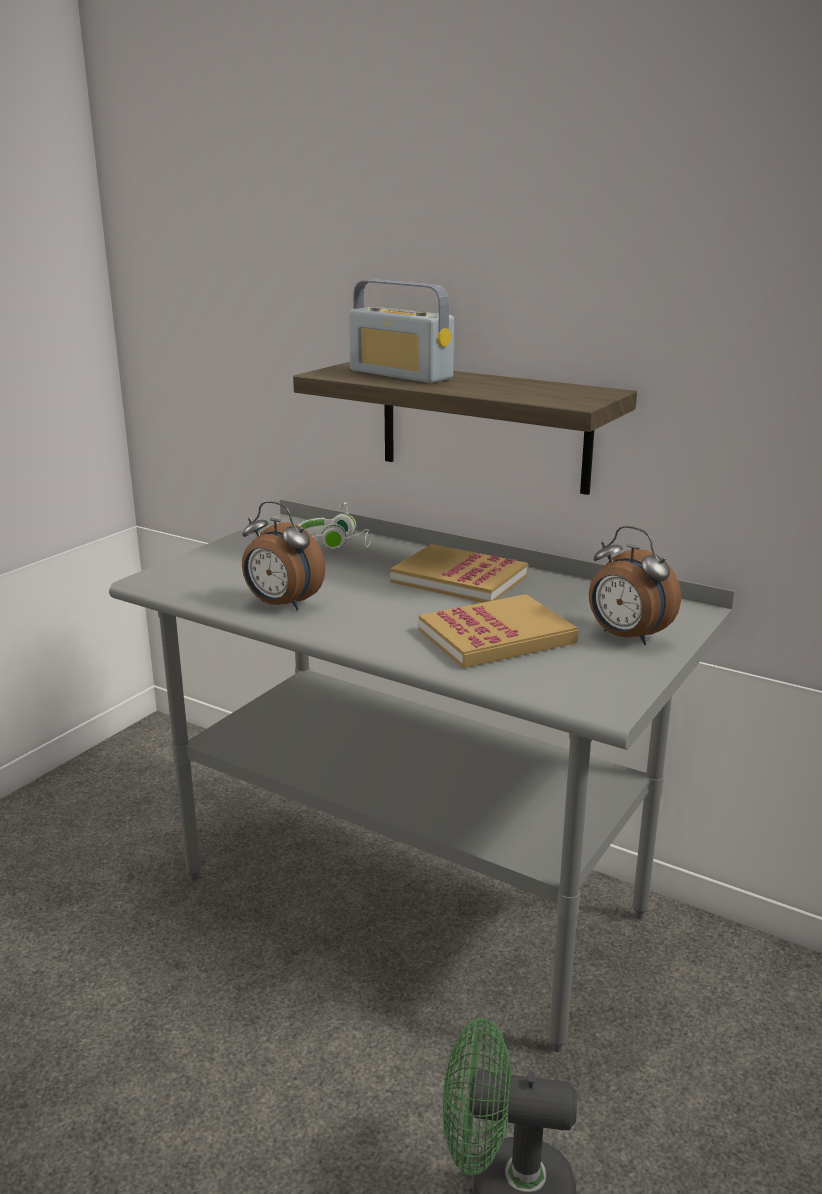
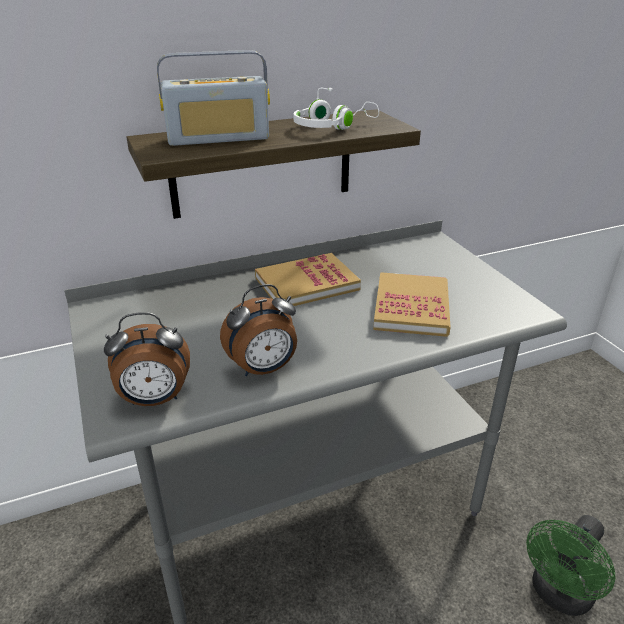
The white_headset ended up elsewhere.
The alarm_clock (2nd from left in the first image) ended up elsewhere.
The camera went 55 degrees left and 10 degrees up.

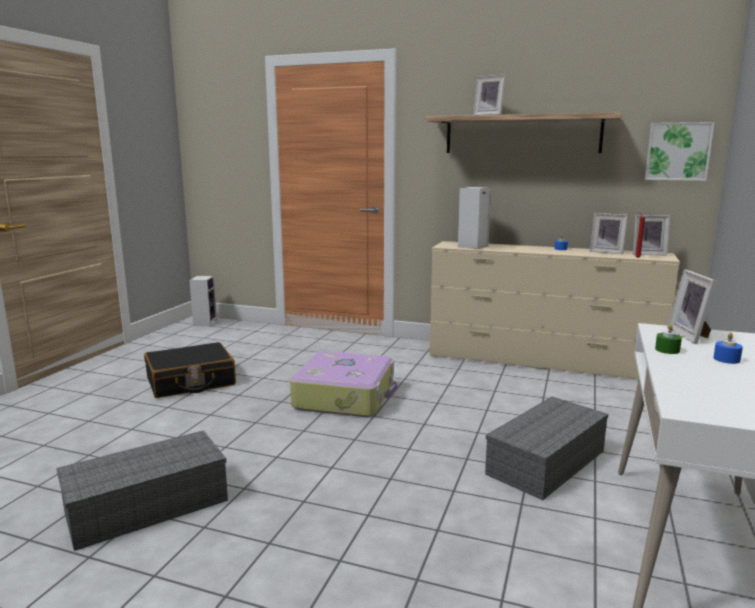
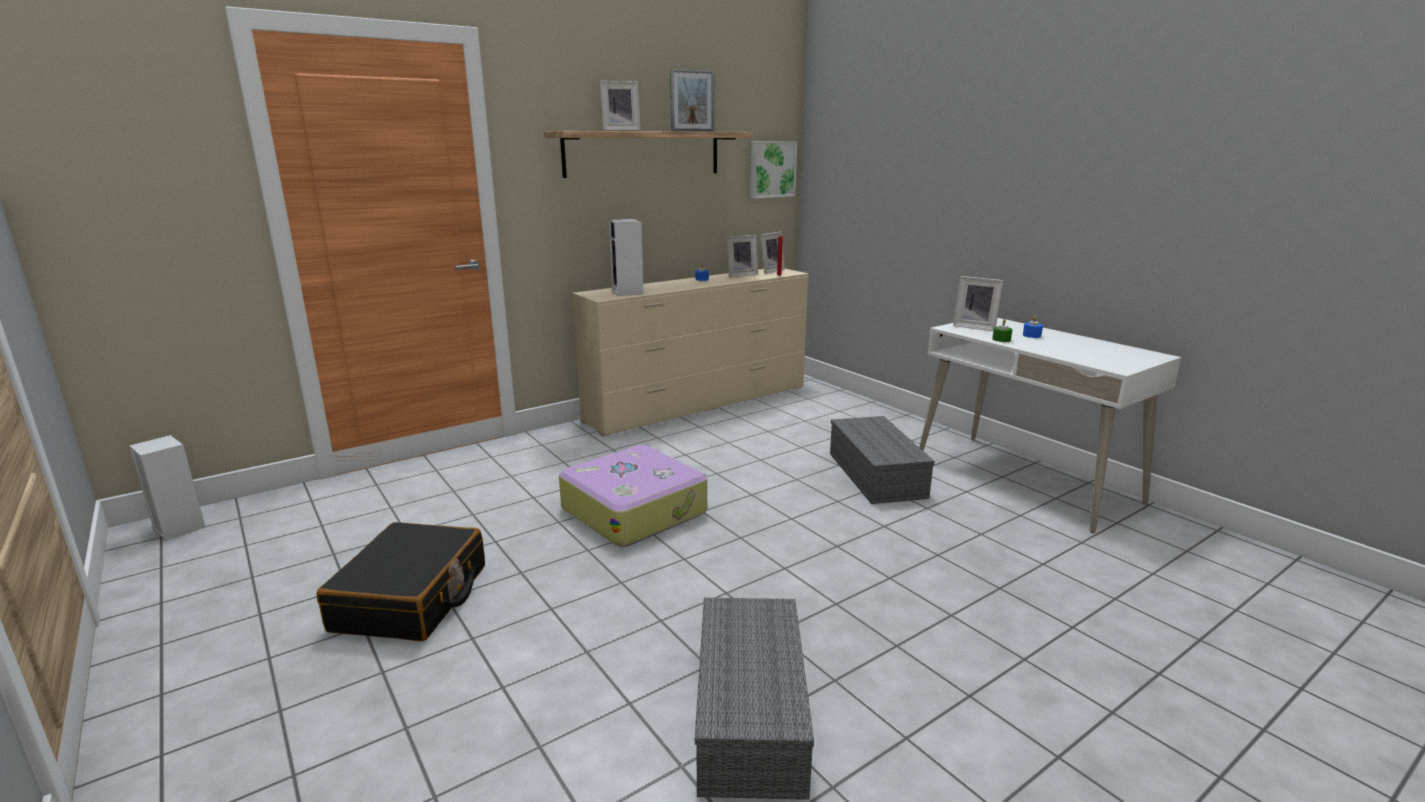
The second view gained the standing_frame (2nd from left).
The camera went 55 degrees left and 5 degrees up.

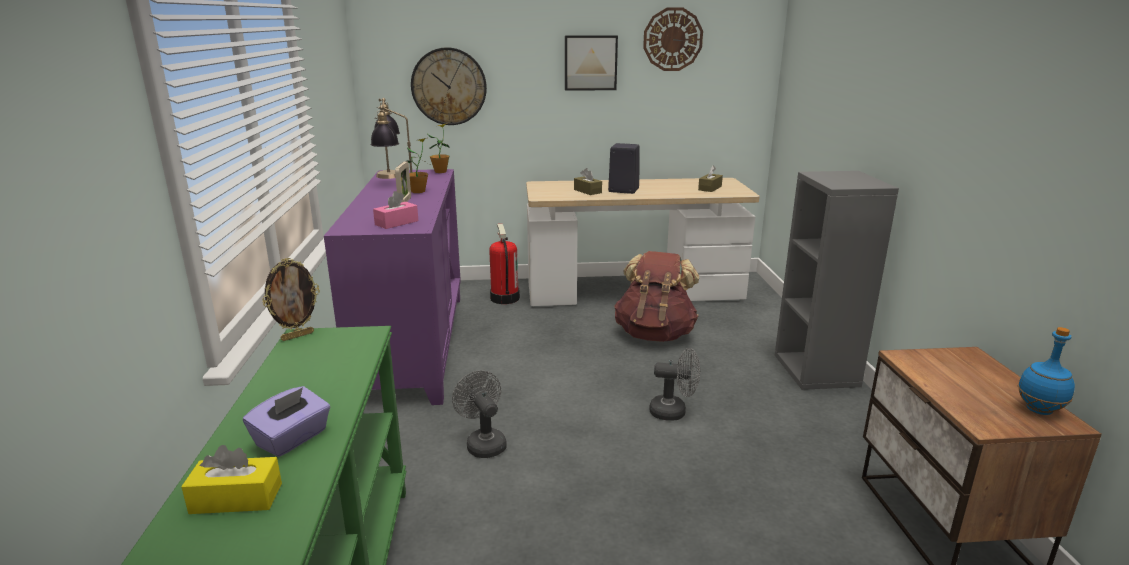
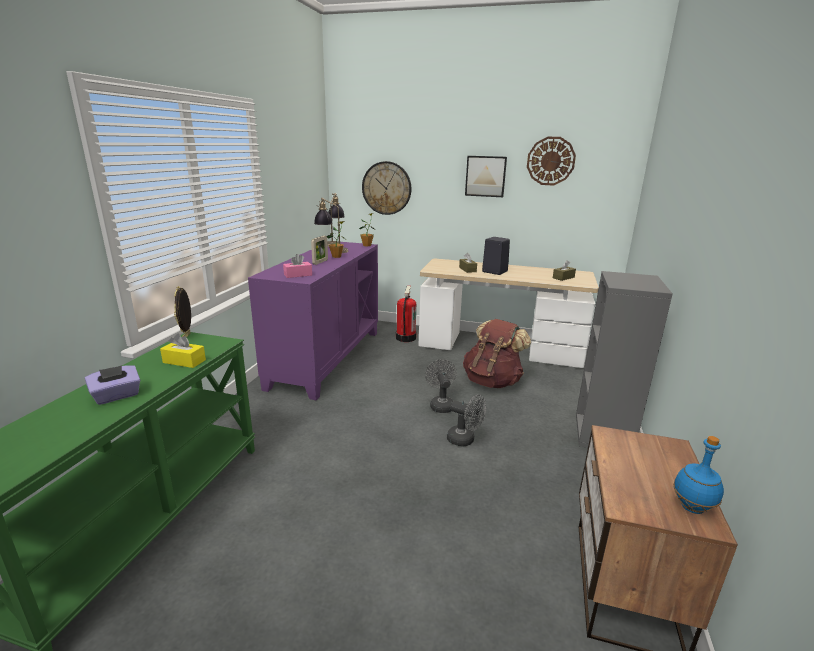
The yellow_box_of_tissues ended up elsewhere.
The standing_frame (1st from left) ended up facing another way, 105 degrees clockwise from before.
The grey_cooling_fan (1st from left) ended up elsewhere.
The camera went 20 degrees right and 0 degrees up.

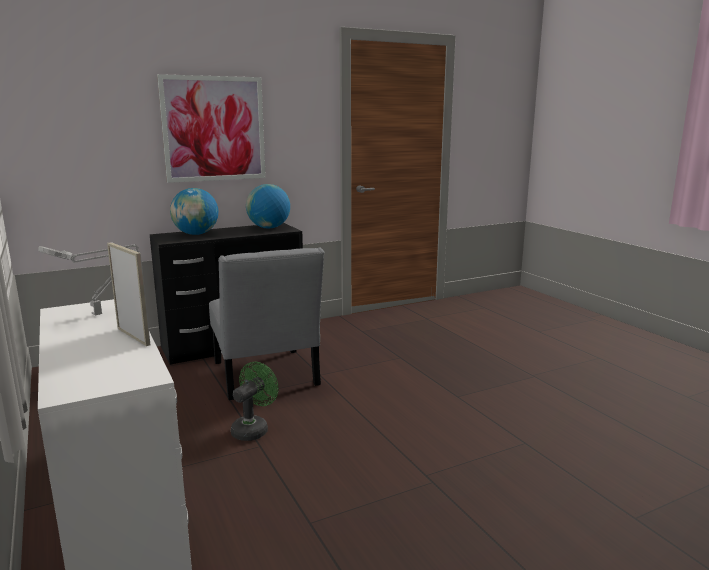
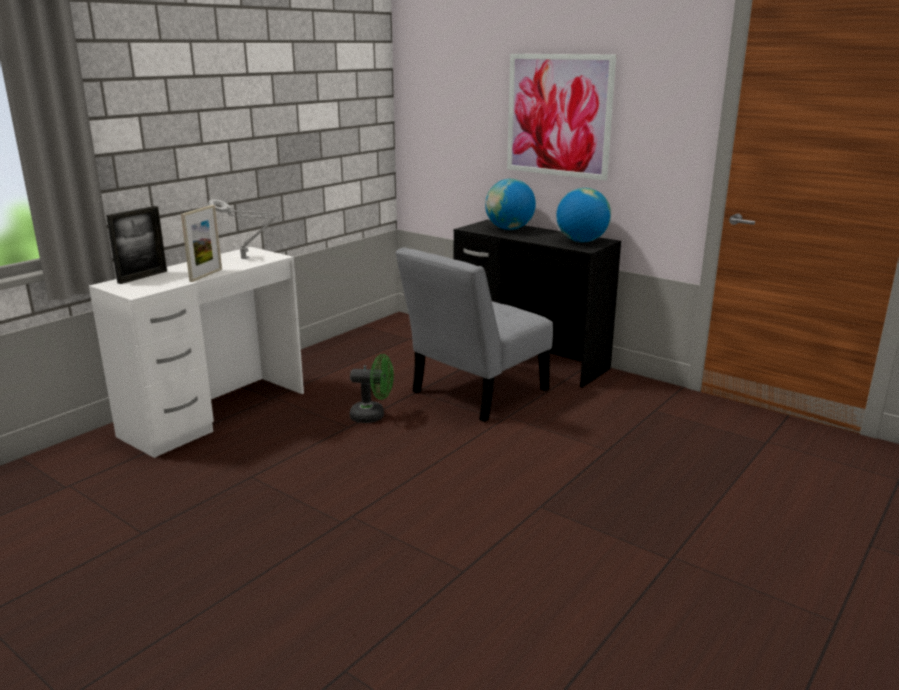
The second view gained the standing_frame (1st from left).
The camera went 65 degrees right and 5 degrees up.

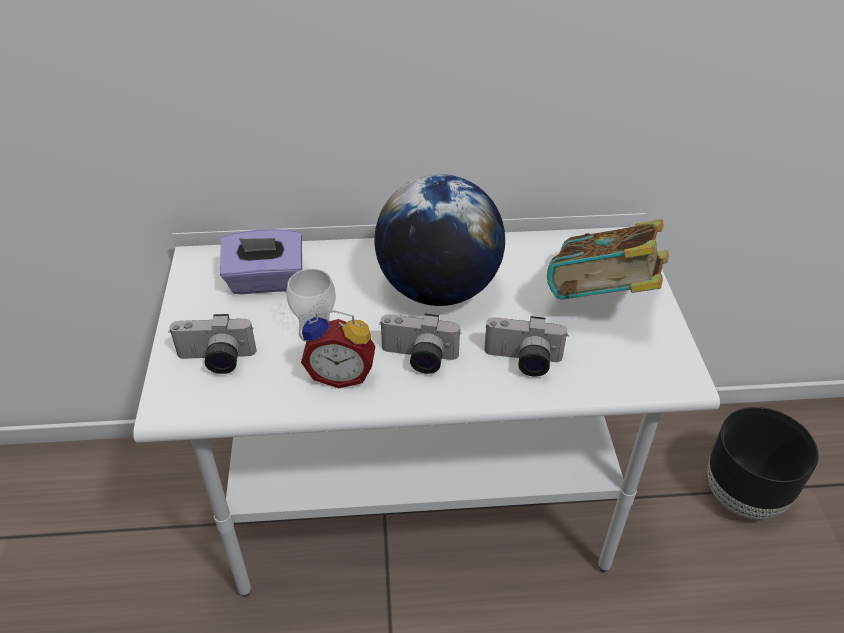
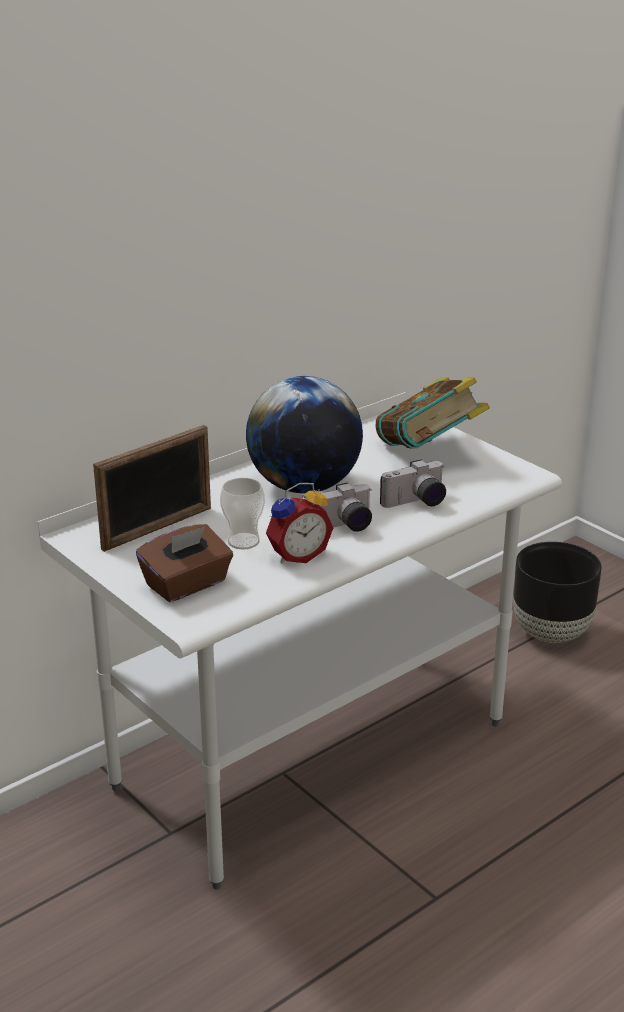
Where the still_camera (1st from left) stood, the brownish_box_of_tissues came to stand.
Where the purple_box_of_tissues stood, the standing_frame came to stand.
The camera went 35 degrees left and 15 degrees down.

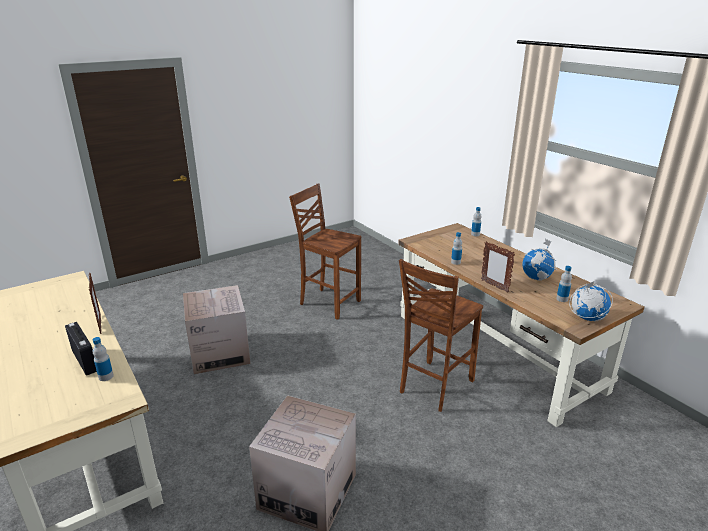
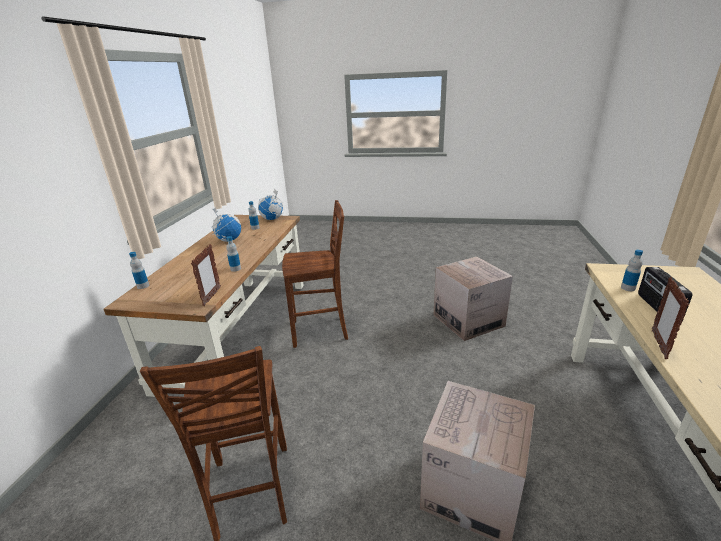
The standing_frame (2nd from left in the first image) ended up elsewhere.
The camera went 135 degrees left and 0 degrees up.

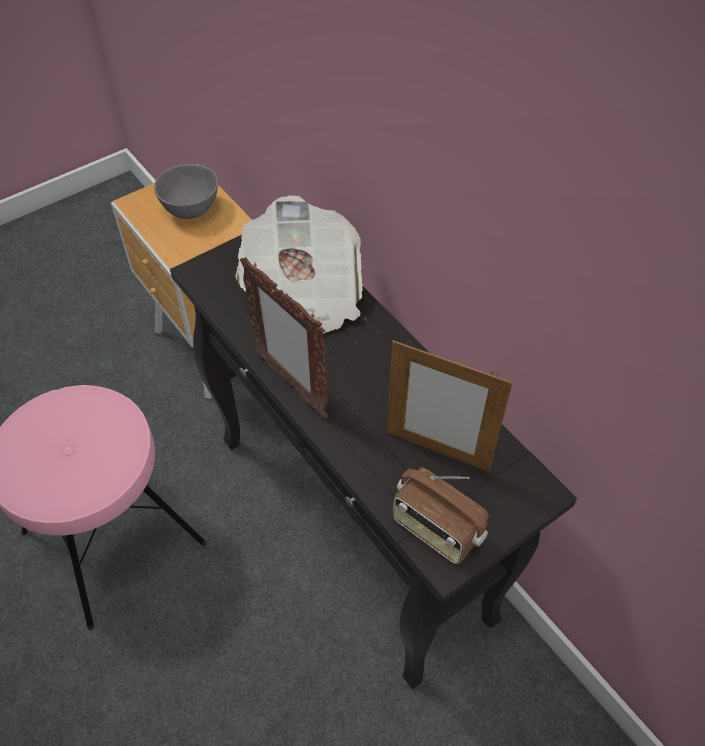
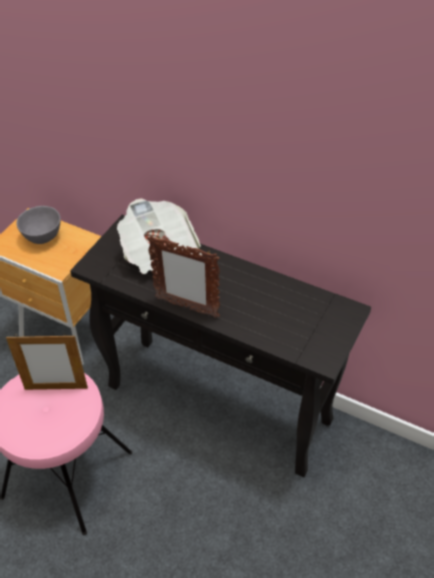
The standing_frame (2nd from left in the first image) ended up elsewhere.
The second view lost the radio.
The camera went 25 degrees left and 5 degrees down.

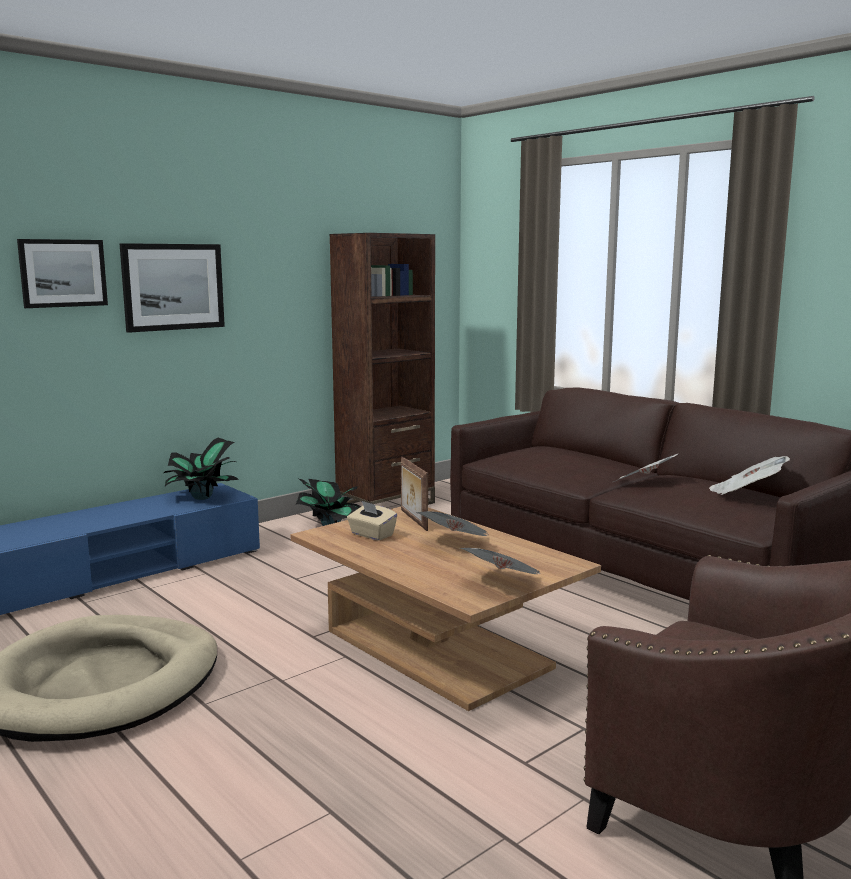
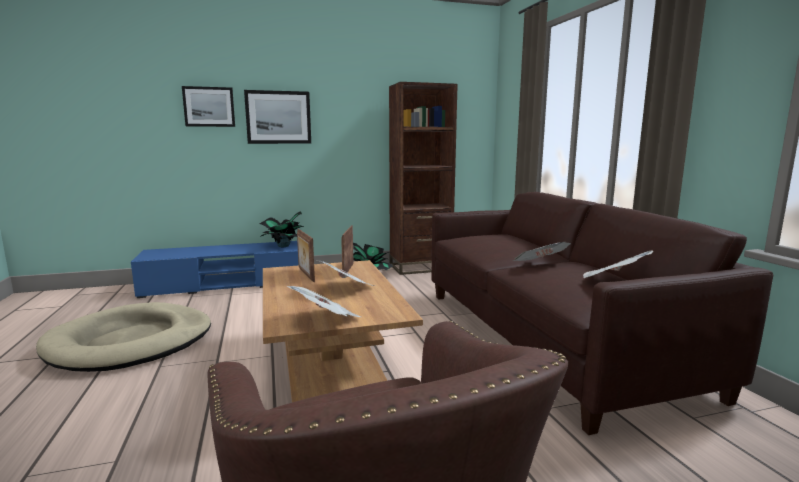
Where the beige-coloured_box_of_tissues stood, the standing_frame (1st from left) came to stand.
The camera went 25 degrees right and 0 degrees up.

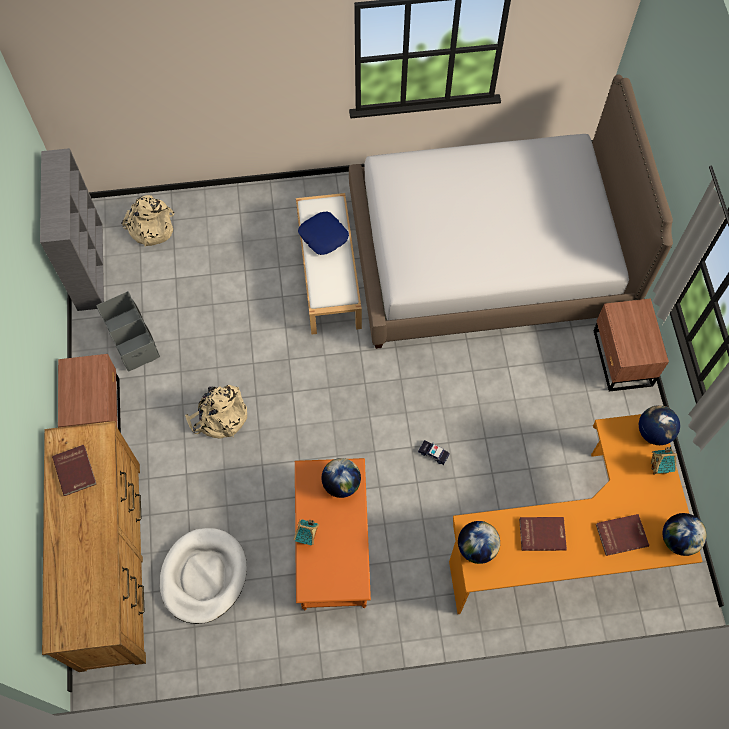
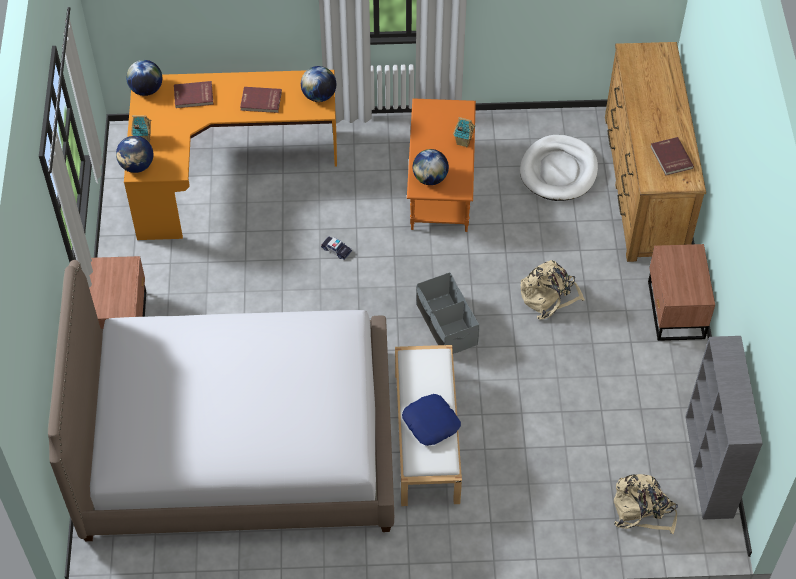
The grey_storage_container ended up elsewhere.
The camera went 175 degrees left and 10 degrees down.

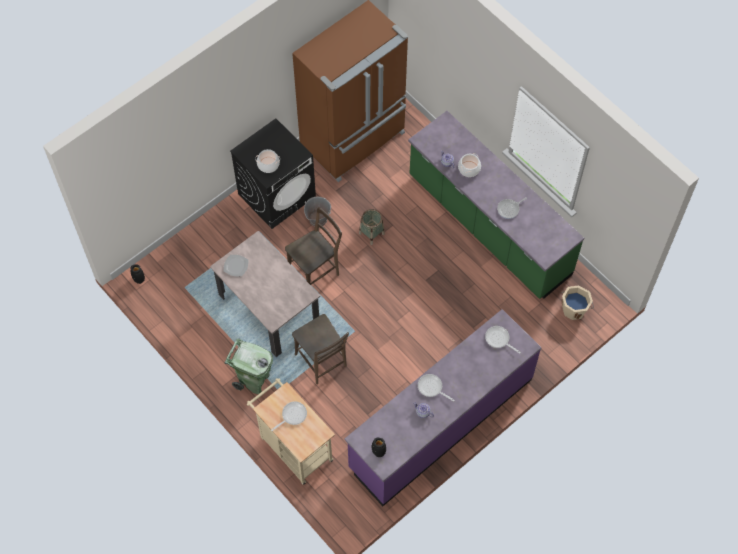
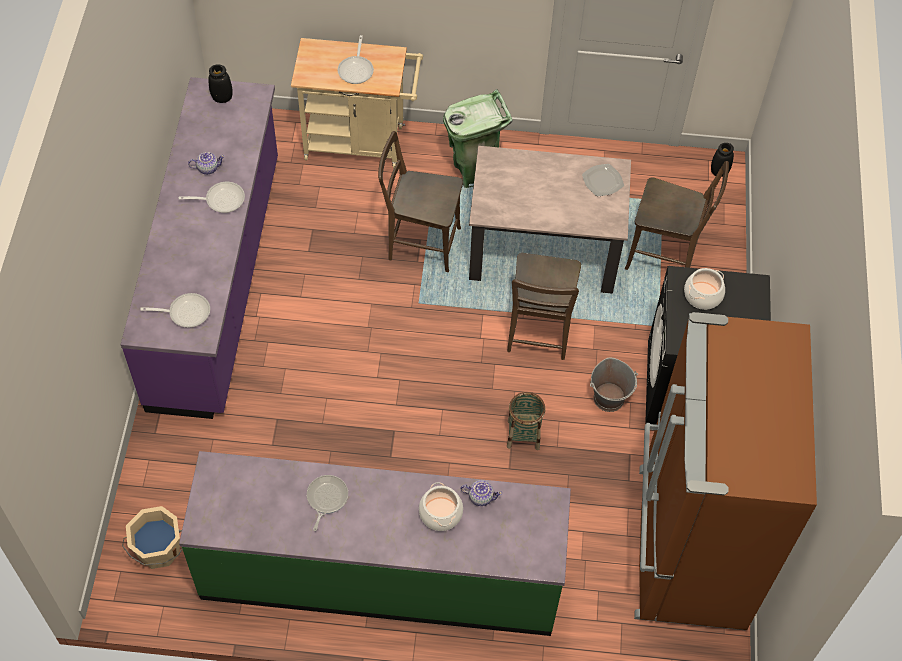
The second view gained the brownish_upright_chair (3rd from left).
The camera went 135 degrees right and 5 degrees down.

